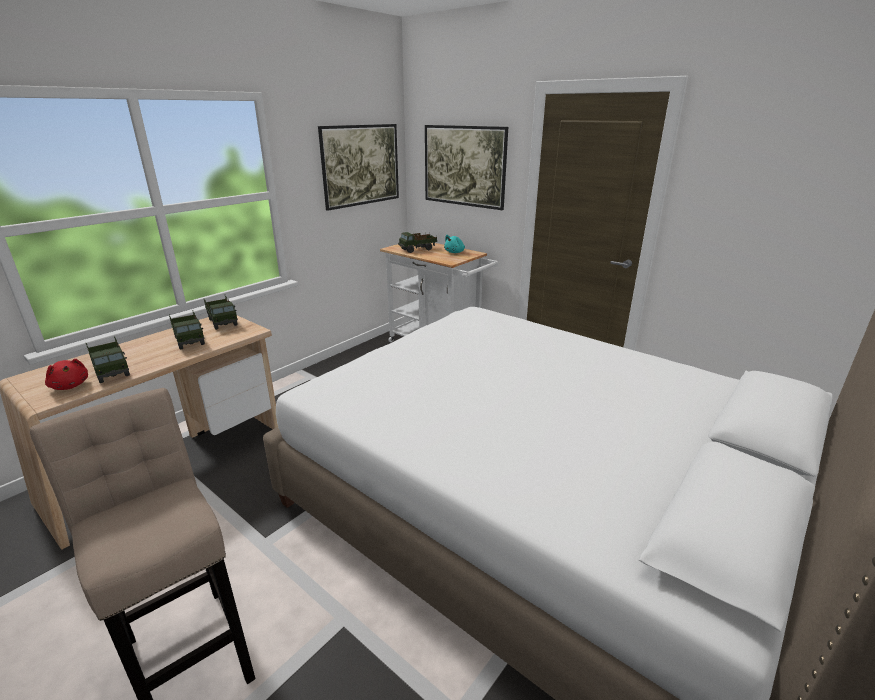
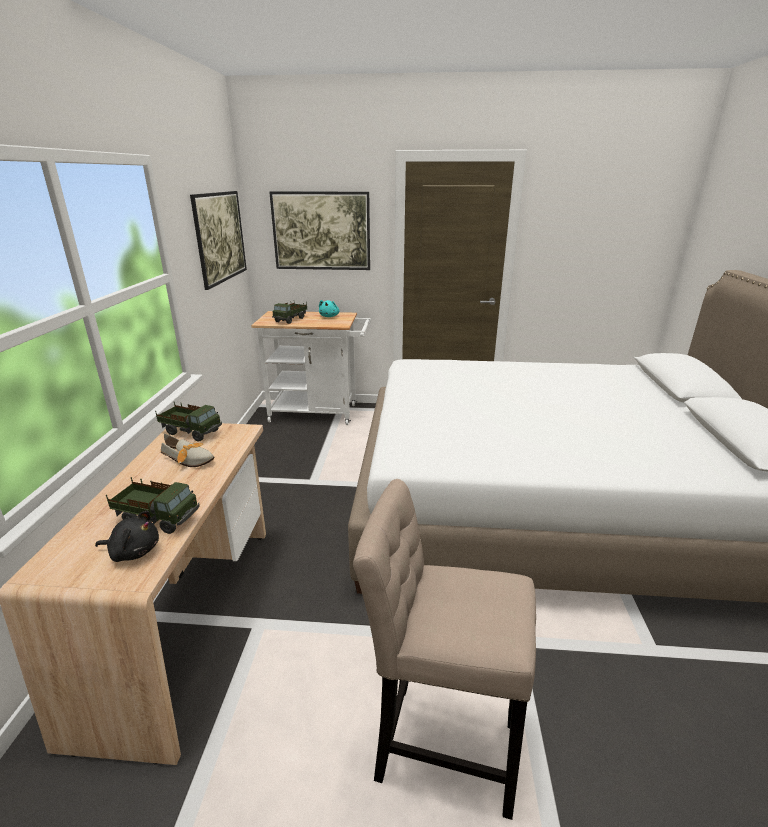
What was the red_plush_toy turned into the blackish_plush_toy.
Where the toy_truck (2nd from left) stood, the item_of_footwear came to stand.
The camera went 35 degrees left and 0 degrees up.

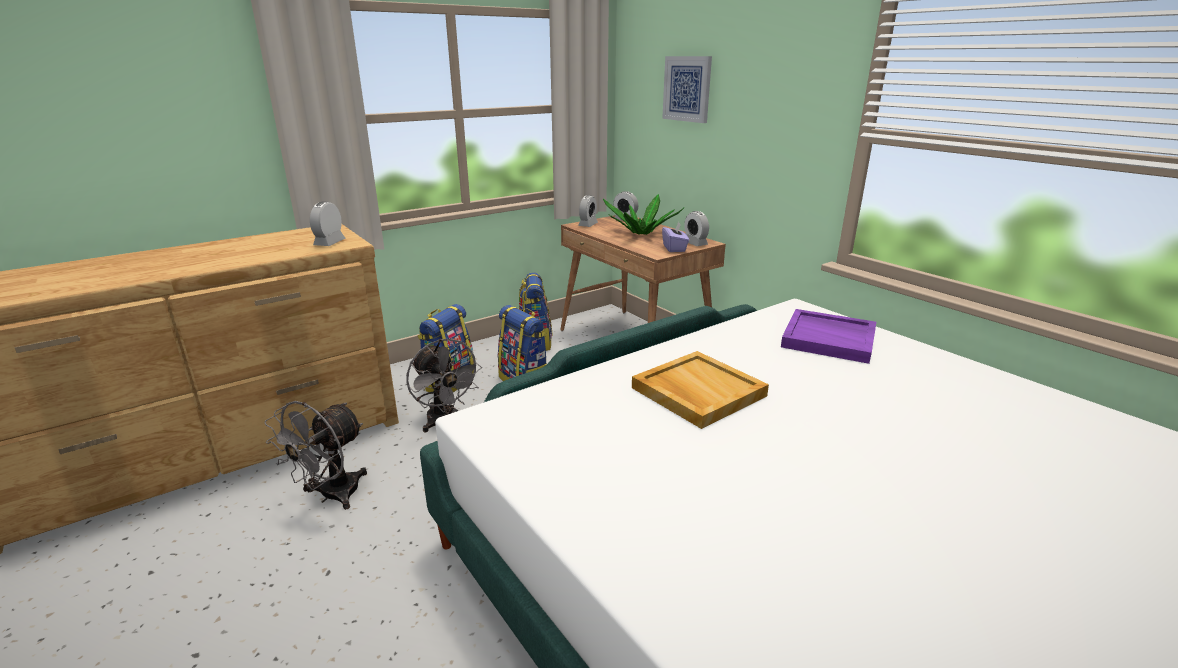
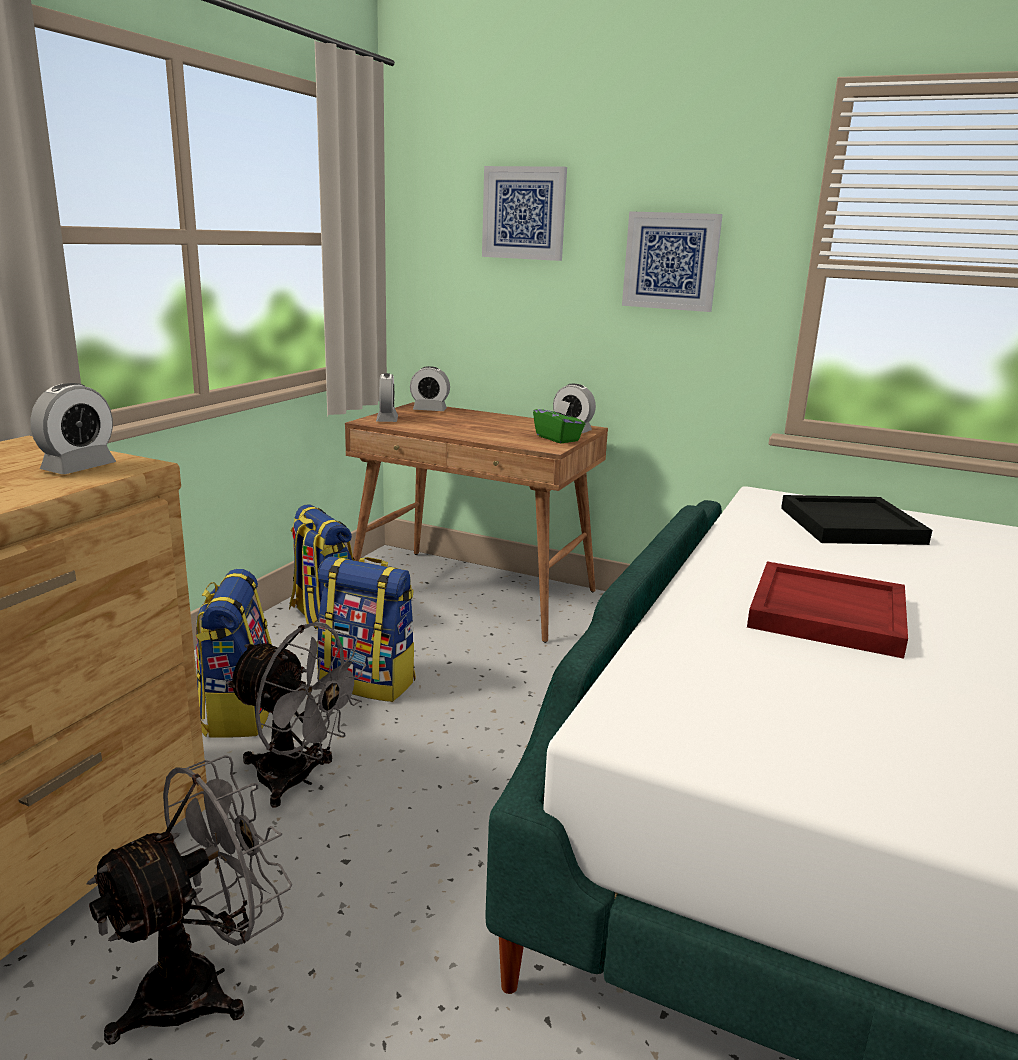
The grey_cooling_fan (1st from left) ended up facing another way, 135 degrees counterclockwise from before.
The alarm_clock (1st from left) ended up facing another way, 135 degrees counterclockwise from before.
The second view lost the plant_in_a_pot.
What was the beige-coloured_tray turned into the red_tray.
What was the purple_box_of_tissues turned into the green_box_of_tissues.
What was the purple_tray turned into the blackish_tray.
The second view gained the wall_picture (2nd from left).
The camera went 30 degrees left and 5 degrees down.

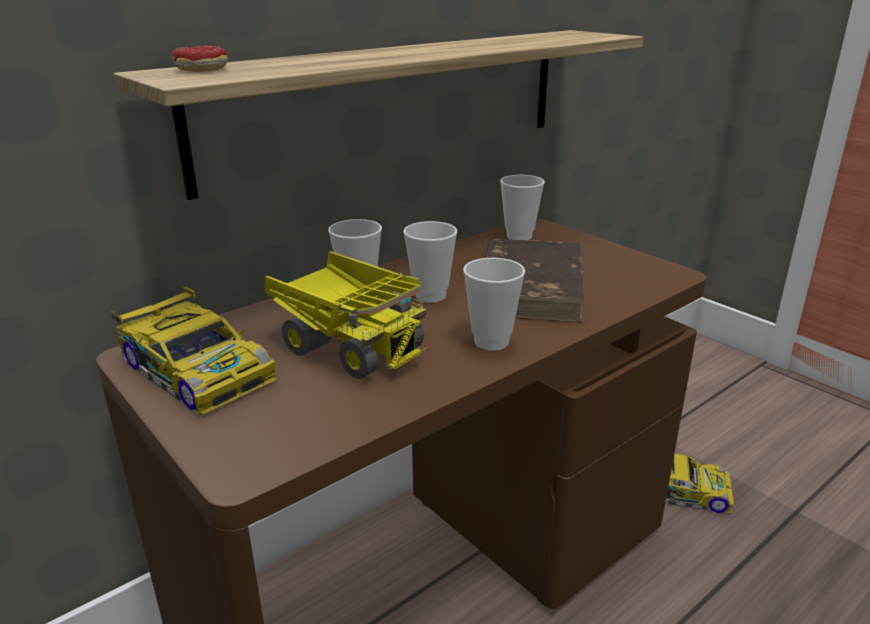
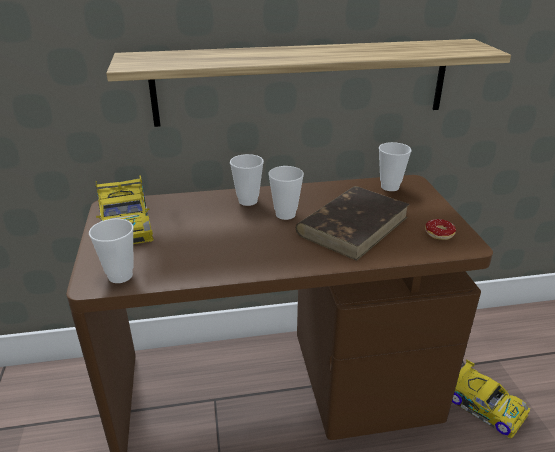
The doughnut ended up elsewhere.
The second view lost the toy_truck.
The small_cup (3rd from left in the first image) ended up elsewhere.
The camera went 30 degrees right and 5 degrees up.

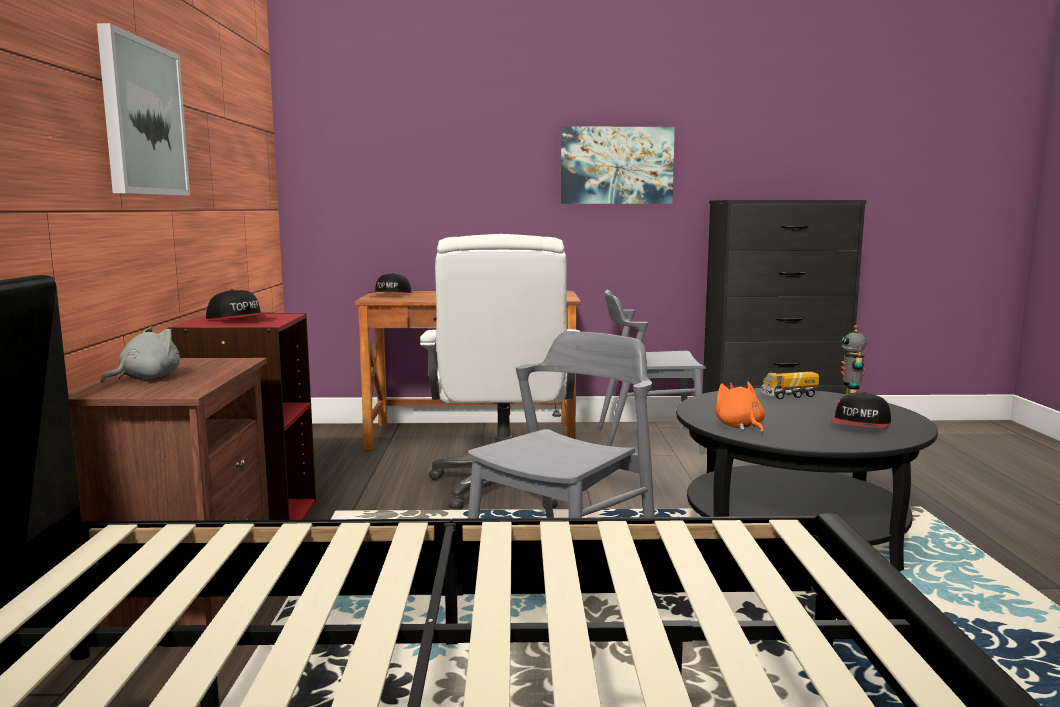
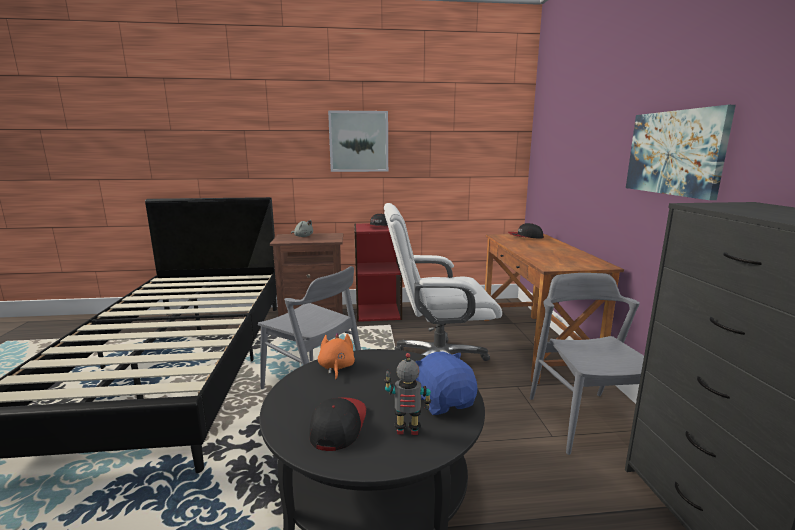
The orangey_plush_toy ended up facing another way, 75 degrees counterclockwise from before.
Where the toy_truck stood, the bluish_plush_toy came to stand.
The cap (3rd from left in the first image) ended up facing another way, 75 degrees clockwise from before.
The camera went 85 degrees right and 5 degrees up.

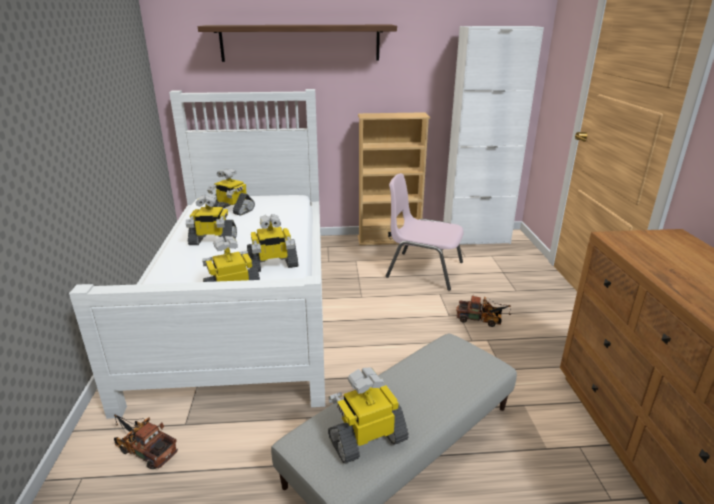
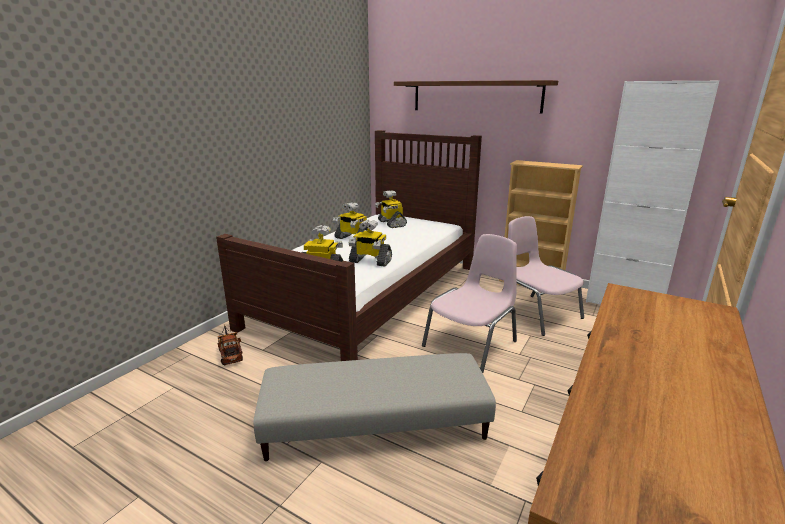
What was the white_sleeping_bed turned into the brownish_sleeping_bed.
The second view lost the model_robot (5th from left).
The second view lost the toy_truck (2nd from left).
The second view gained the pink_upright_chair (1st from left).
The camera went 35 degrees right and 5 degrees down.

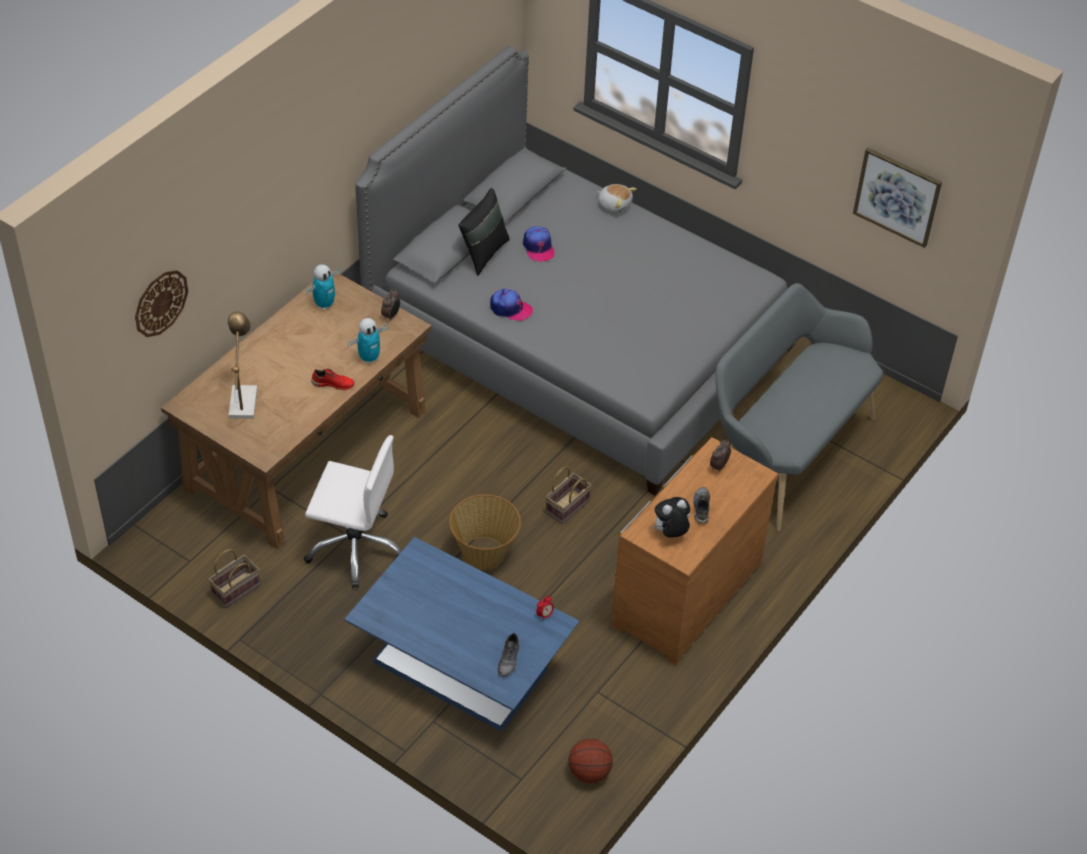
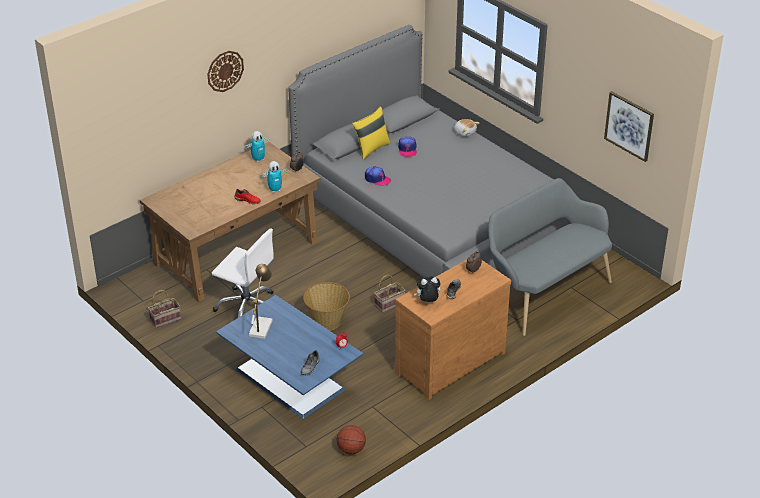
The wall_clock ended up elsewhere.
The lamp_for_a_table ended up elsewhere.
What was the blackish_cushion turned into the yellow_cushion.
The camera went 15 degrees right and 10 degrees down.

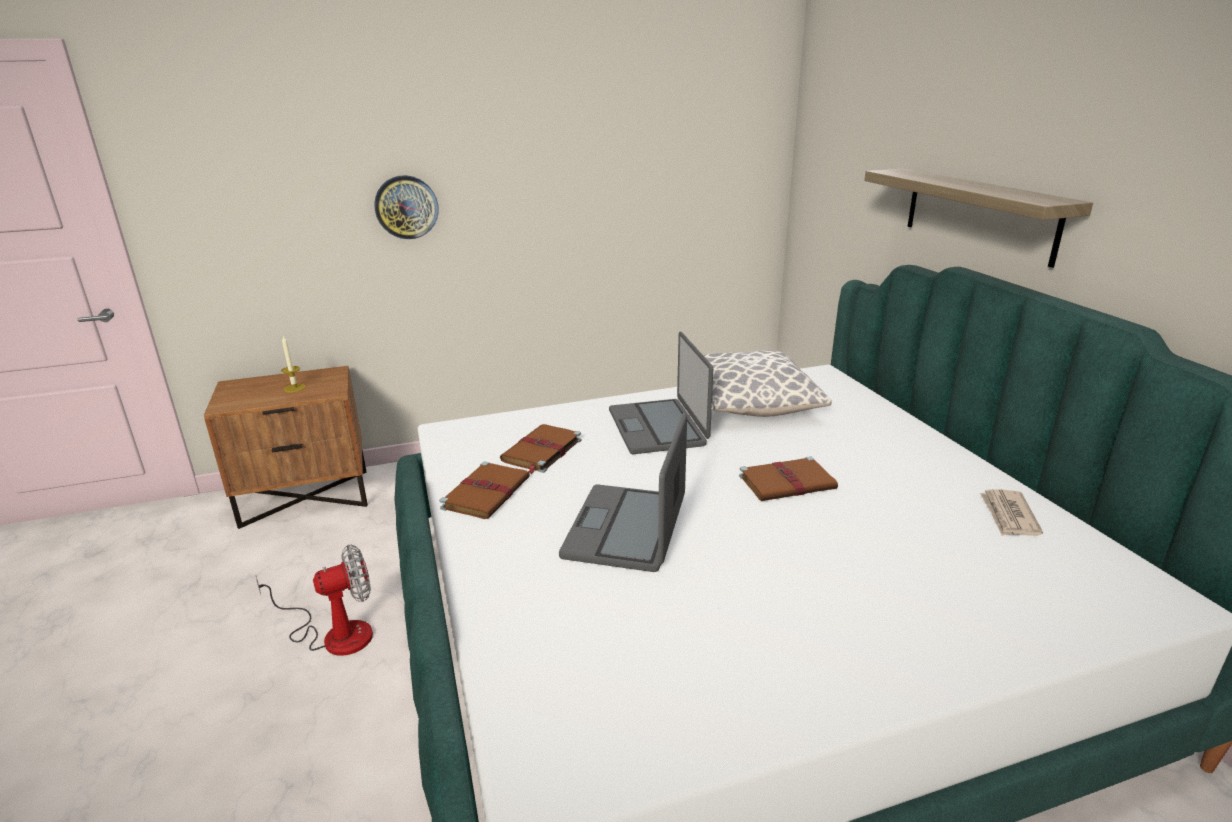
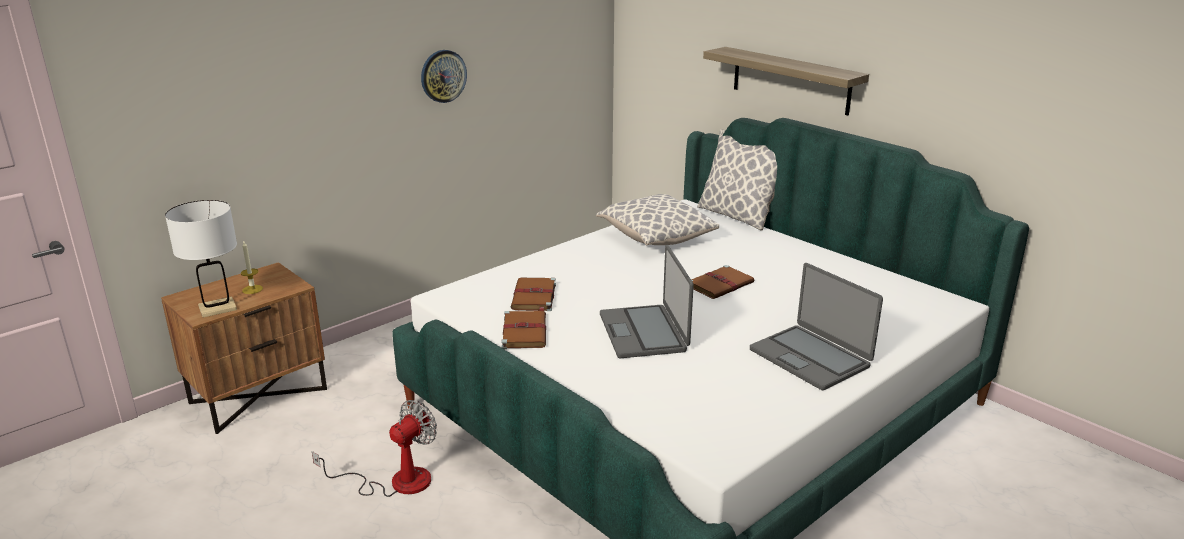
The wall_clock ended up elsewhere.
The laptop (2nd from left) ended up elsewhere.
The second view lost the daily_paper.
The second view gained the white_lamp_for_a_table.
The second view gained the cushion (2nd from left).
The camera went 25 degrees left and 0 degrees up.

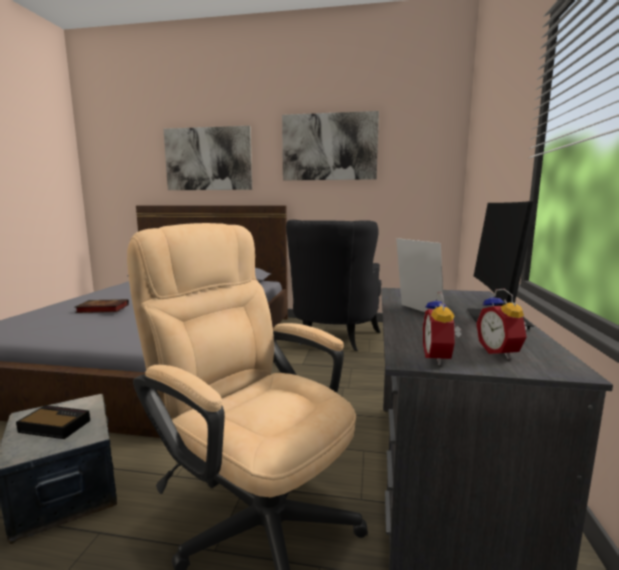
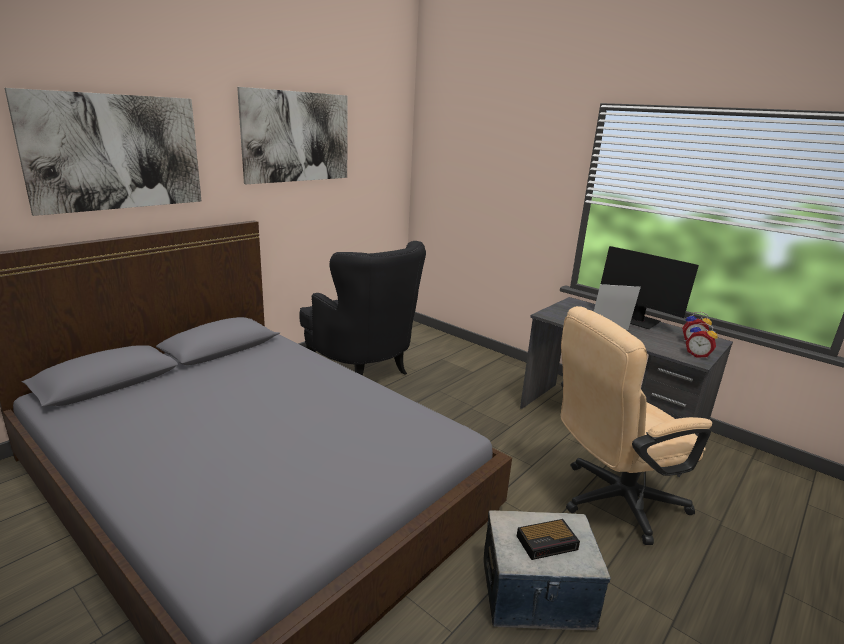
The alarm_clock (1st from left) ended up facing another way, 150 degrees counterclockwise from before.
The second view lost the book.
The camera went 60 degrees left and 10 degrees up.

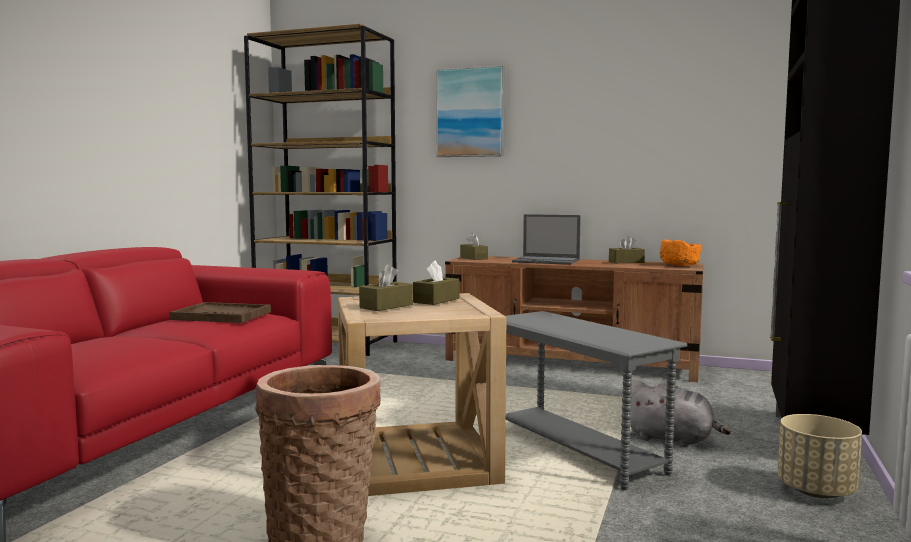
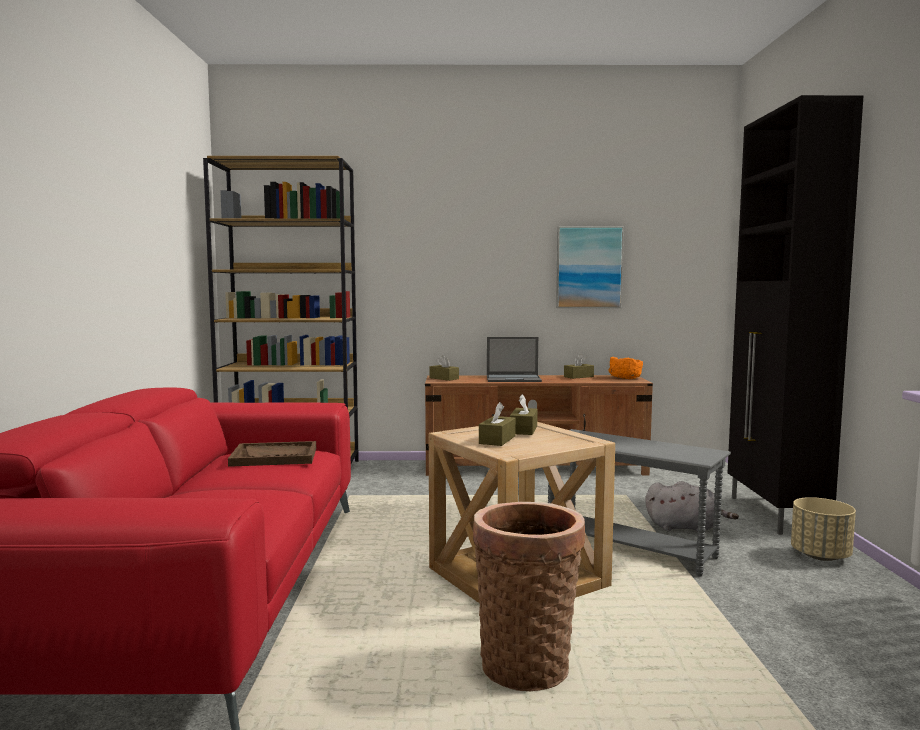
The wall_picture ended up elsewhere.
The camera went 20 degrees left and 0 degrees up.

